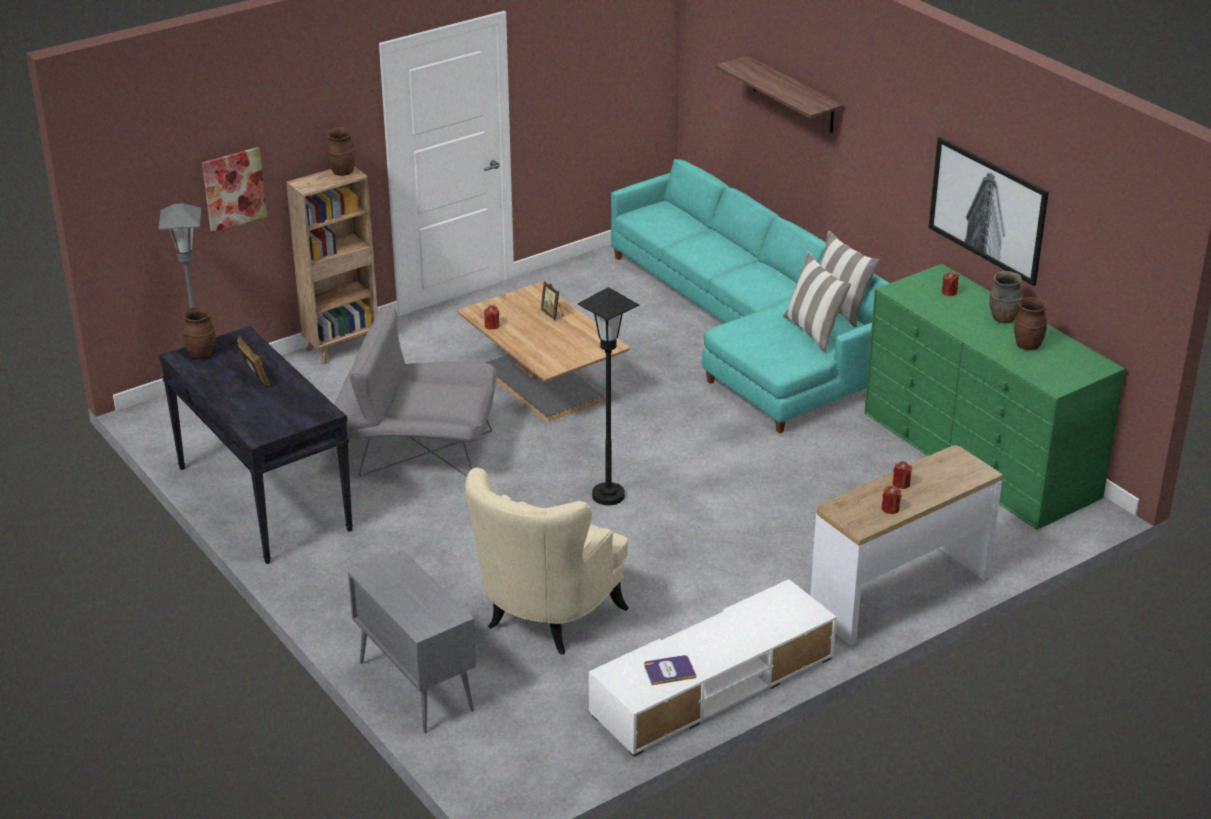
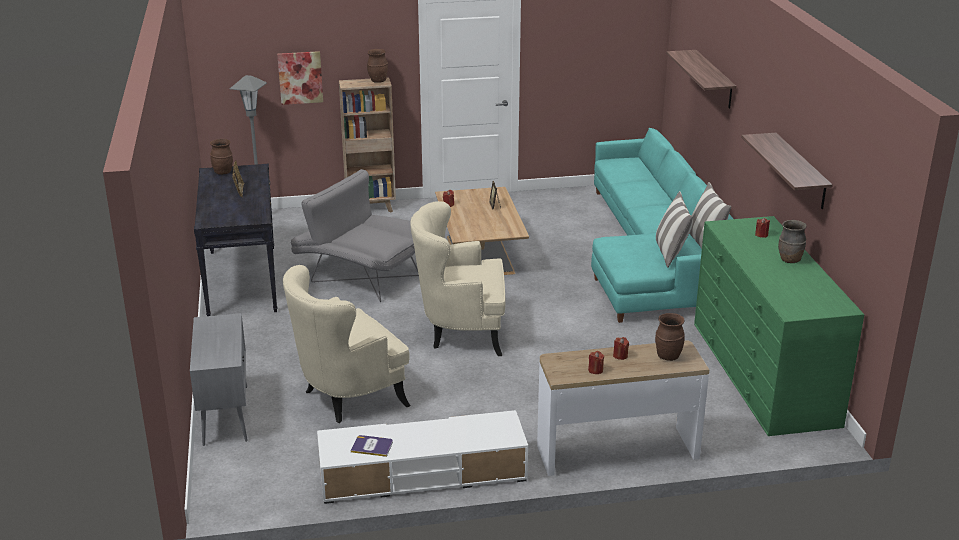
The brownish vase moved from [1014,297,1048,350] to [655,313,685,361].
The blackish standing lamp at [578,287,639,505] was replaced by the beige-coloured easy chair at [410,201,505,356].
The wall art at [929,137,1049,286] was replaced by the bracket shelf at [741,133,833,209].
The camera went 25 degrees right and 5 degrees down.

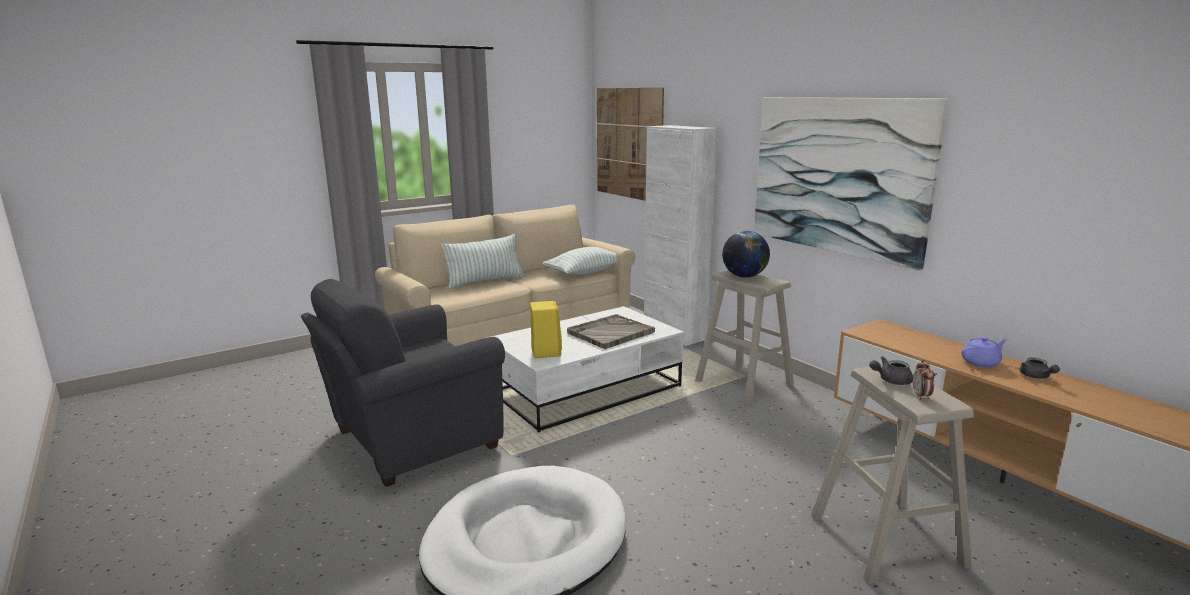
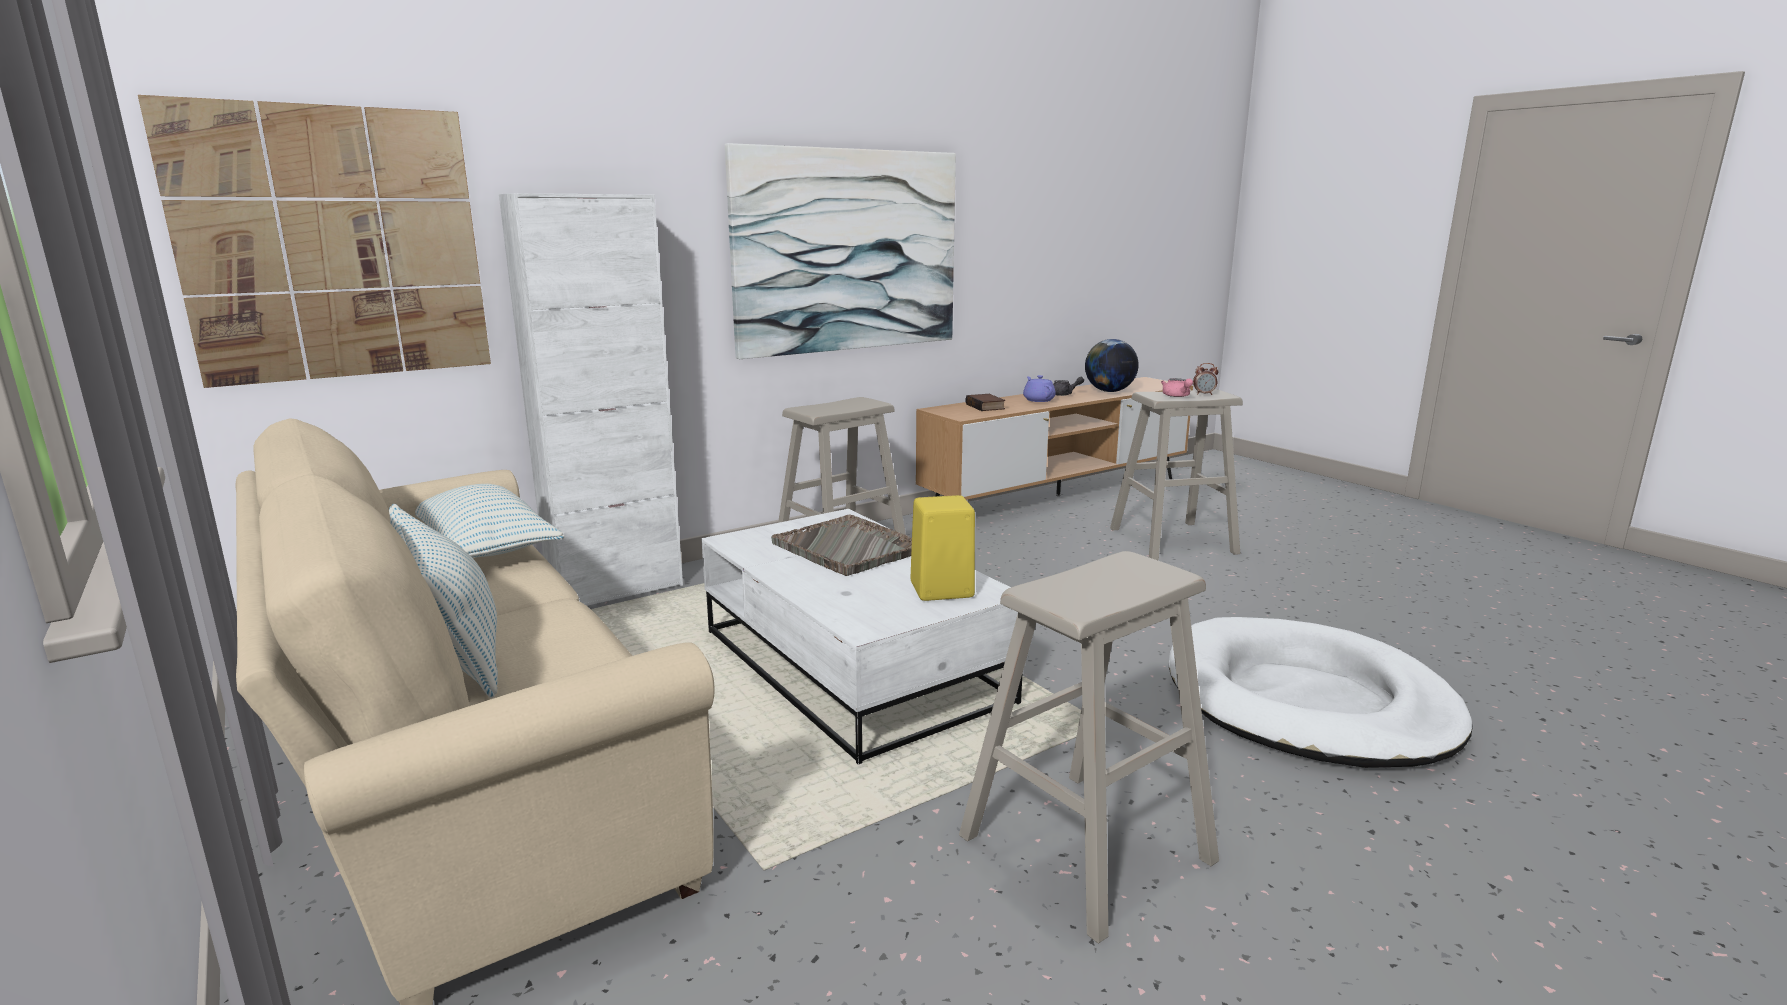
The volume at [966,394,1005,411] appeared.
The globe moved from [722,231,770,278] to [1085,339,1139,392].
The grey easy chair at [301,279,505,487] was replaced by the beige-coloured sitting stool at [959,551,1219,944].
The grey teapot at [869,356,913,385] became the pink-coloured teapot at [1161,378,1193,397].
The camera went 90 degrees left and 0 degrees up.

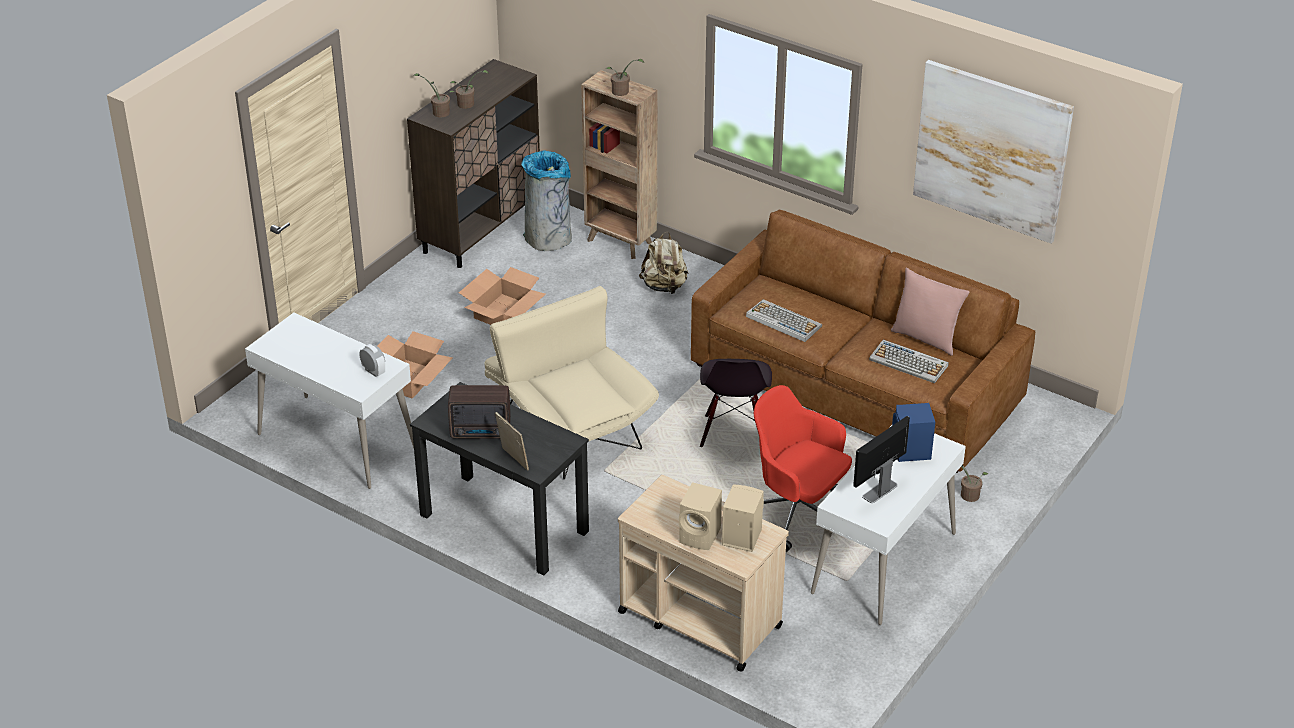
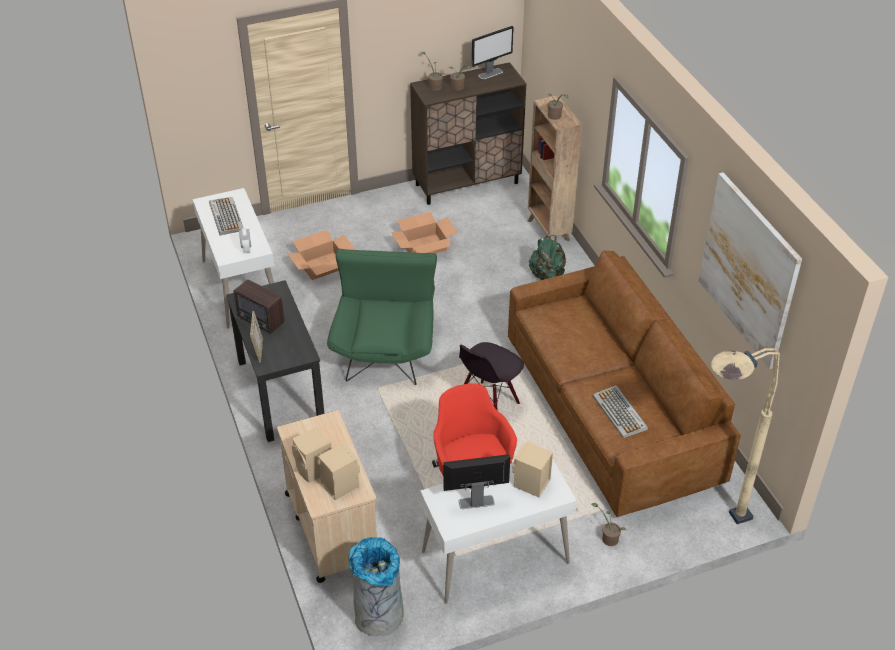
The pink-coloured cushion at [891,268,970,356] disappeared.
The computer display at [472,26,514,79] appeared.
The beige-coloured standing lamp at [711,348,780,524] appeared.
The grey waste bin moved from [521,150,572,251] to [349,537,404,637].
The computer keyboard moved from [746,299,822,342] to [209,197,243,236].
The beige-coloured easy chair at [485,286,659,479] became the greenish easy chair at [327,249,437,385].
The beige-coloured knapsack at [639,232,688,294] became the greenish knapsack at [529,235,566,280].
The bluish loudspeaker at [892,403,935,462] became the beige-coloured loudspeaker at [512,442,553,497].
The camera went 35 degrees right and 5 degrees up.

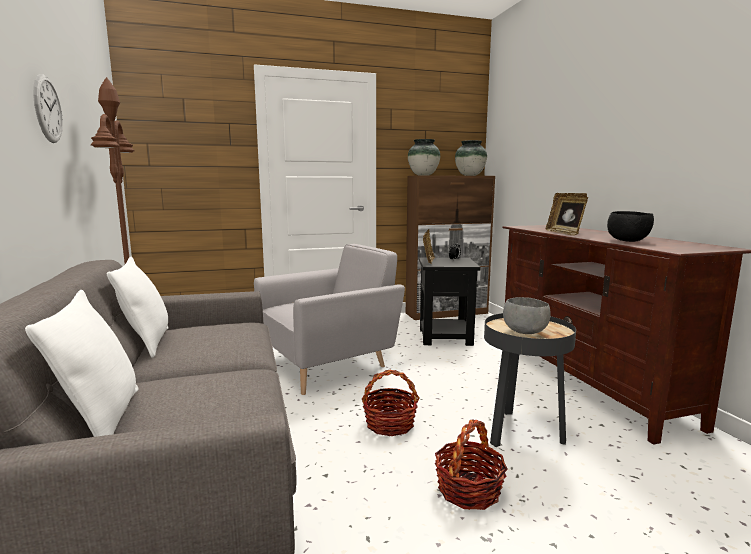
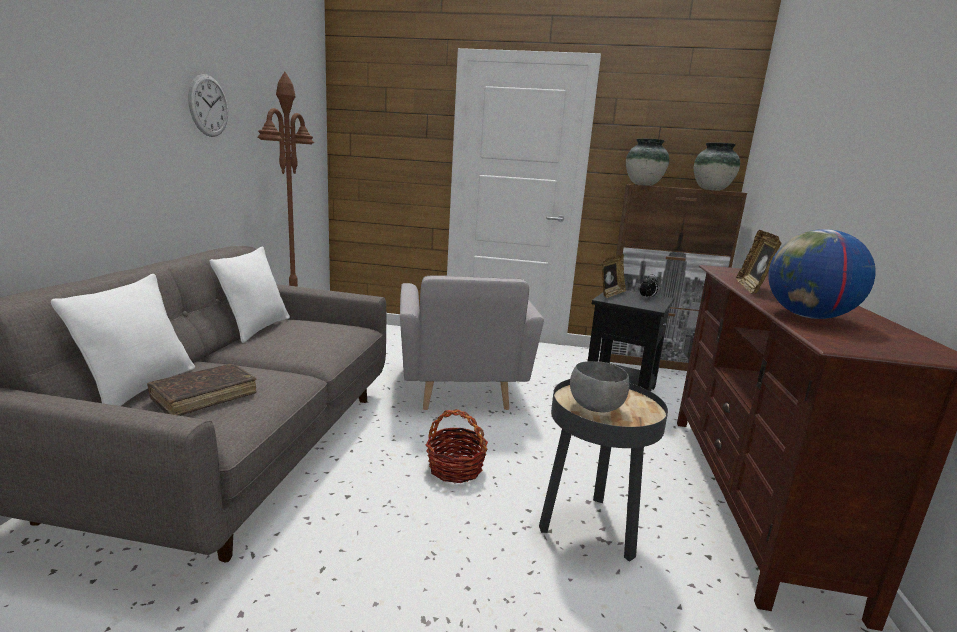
The household basket at [435,420,508,510] disappeared.
The brownish volume at [147,364,257,416] appeared.
The blackish deep dish at [607,211,654,242] was replaced by the globe at [768,229,876,319].
The grey easy chair at [254,244,405,395] turned 90 degrees clockwise.
The camera went 25 degrees right and 5 degrees up.

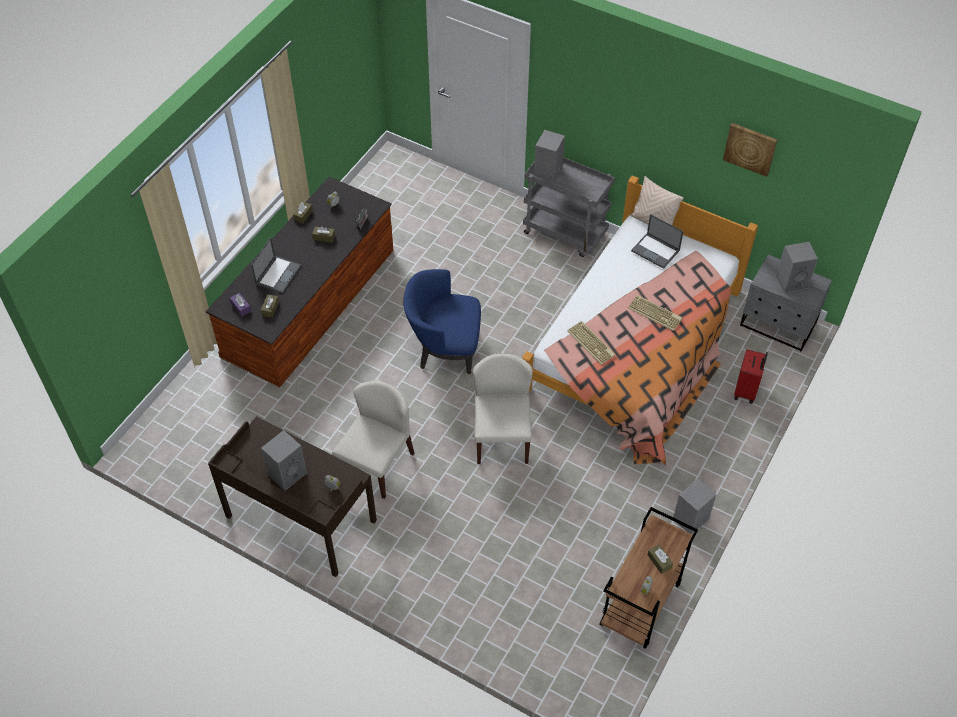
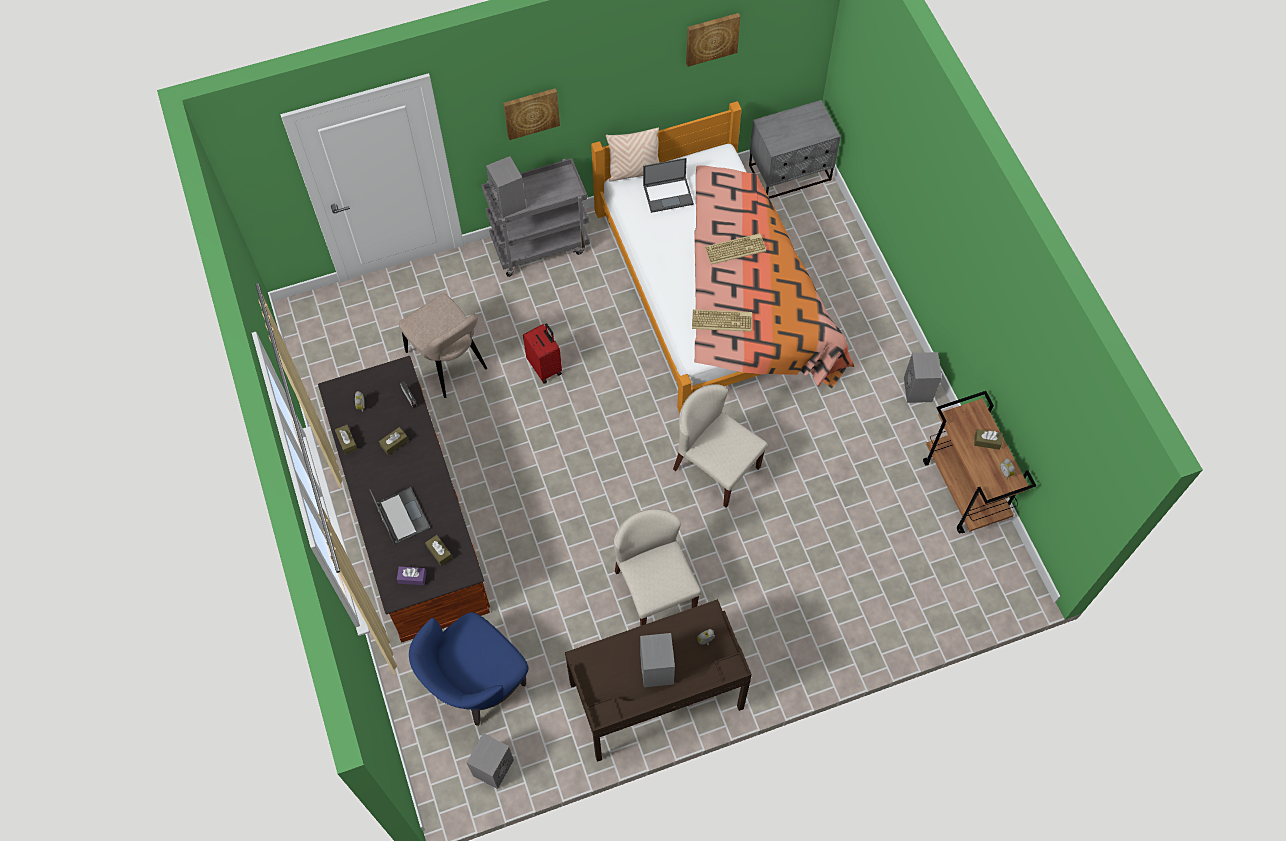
The beige-coloured upright chair at [399,294,487,398] appeared.
The wall art at [503,88,560,140] appeared.
The bluish easy chair moved from [403,269,481,374] to [409,612,528,726].
The red travel case moved from [734,350,768,404] to [523,323,562,383].
The grey loudspeaker moved from [776,242,818,293] to [467,733,514,789].
The camera went 50 degrees left and 10 degrees up.

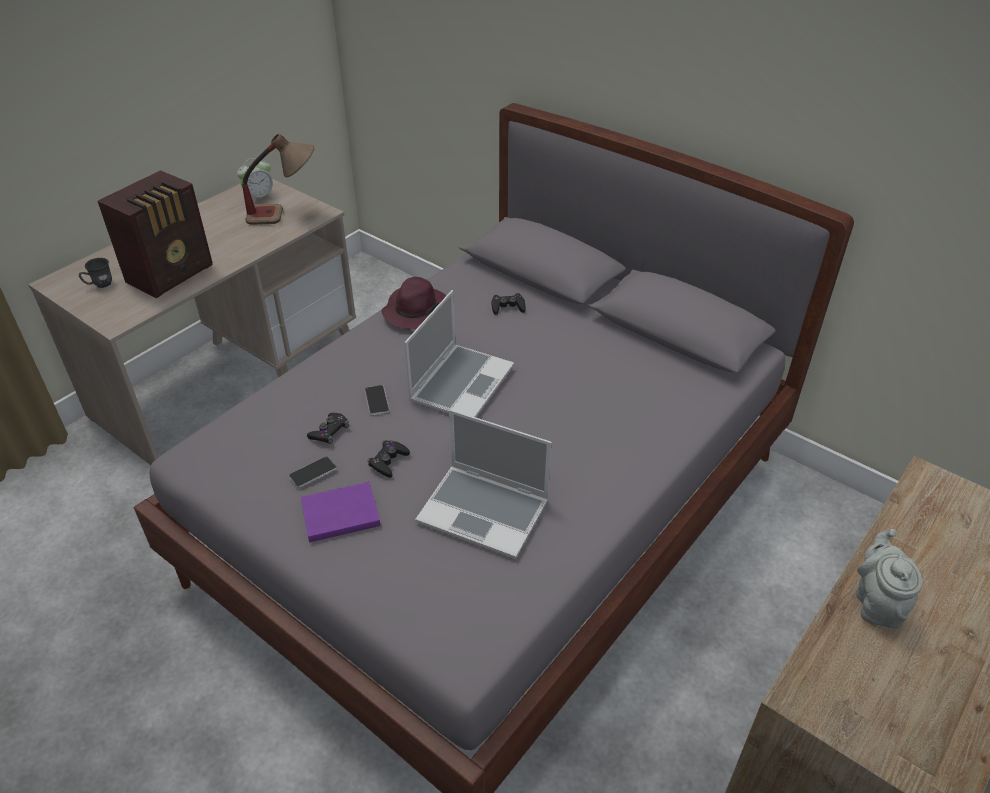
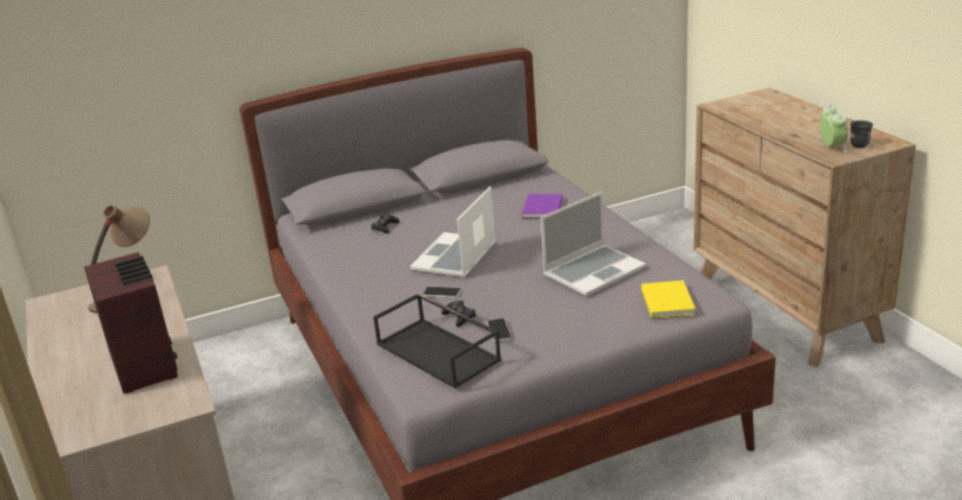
The blackish joypad at [368,440,410,478] disappeared.
The purplish hat at [382,277,446,330] disappeared.
The grey teapot at [856,529,922,628] disappeared.
The blackish tray at [373,293,501,388] appeared.
The yellow volume at [641,280,696,318] appeared.
The grey tea mug moved from [79,258,112,288] to [850,120,873,148].
The alarm clock moved from [237,158,276,204] to [820,104,848,153].
The purplish volume moved from [301,482,381,542] to [522,194,563,219].
The notebook computer at [404,290,514,417] turned 120 degrees counterclockwise.
The camera went 60 degrees left and 15 degrees down.

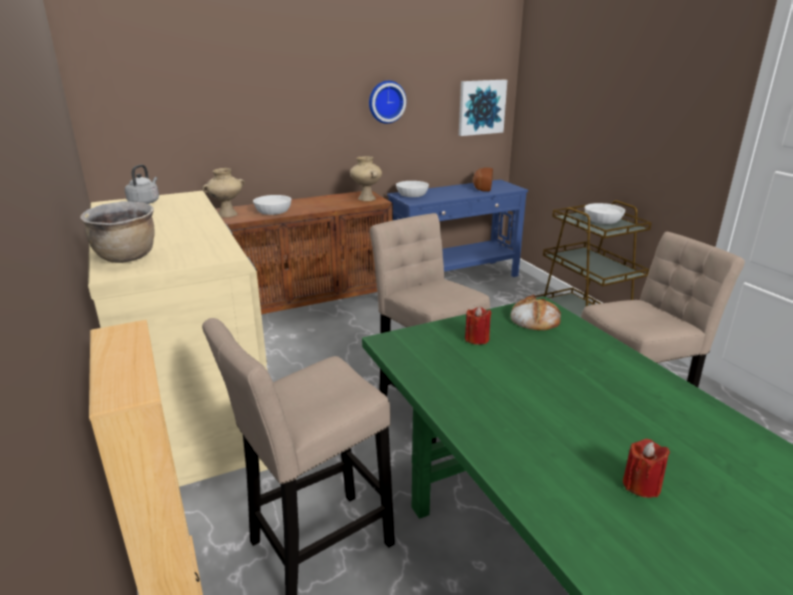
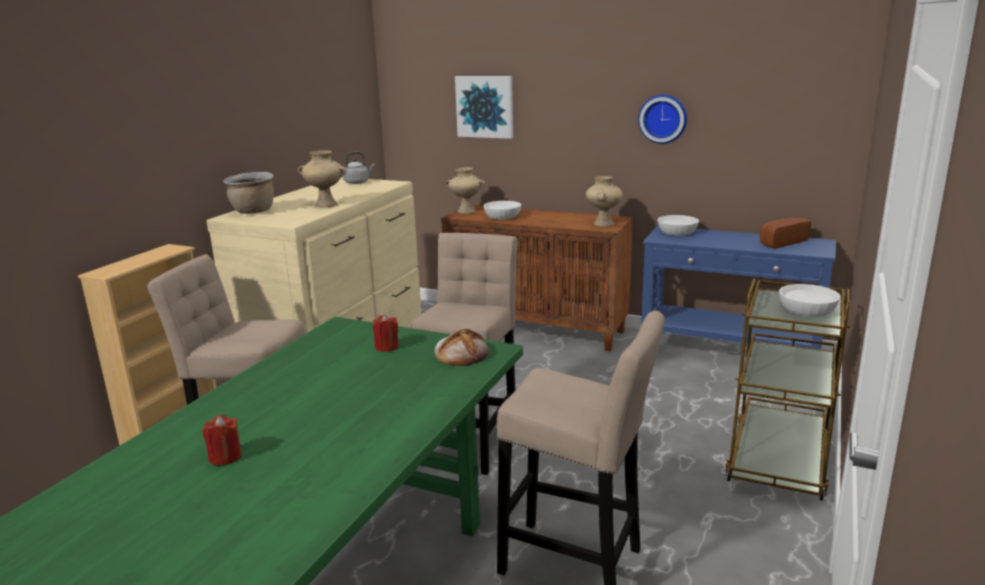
The beige-coloured vase at [298,150,347,208] appeared.
The wall art moved from [459,79,507,136] to [455,76,513,139].
The camera went 50 degrees right and 5 degrees down.

